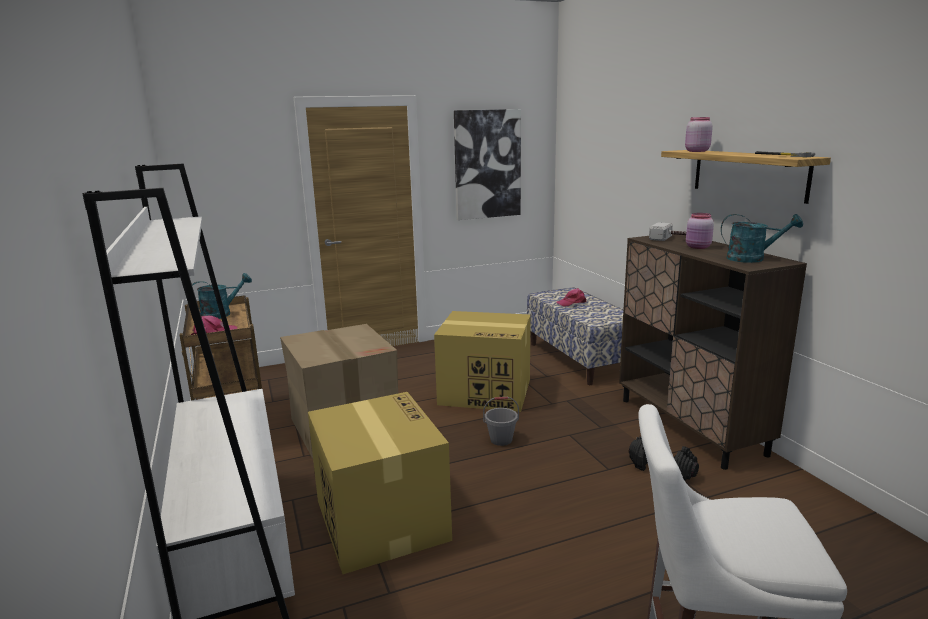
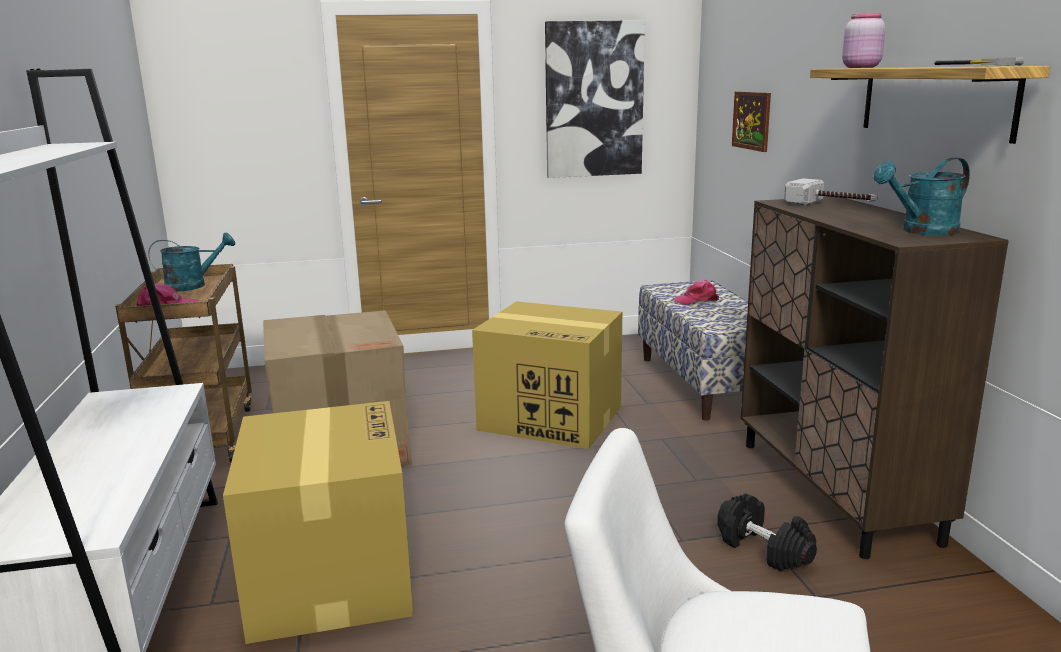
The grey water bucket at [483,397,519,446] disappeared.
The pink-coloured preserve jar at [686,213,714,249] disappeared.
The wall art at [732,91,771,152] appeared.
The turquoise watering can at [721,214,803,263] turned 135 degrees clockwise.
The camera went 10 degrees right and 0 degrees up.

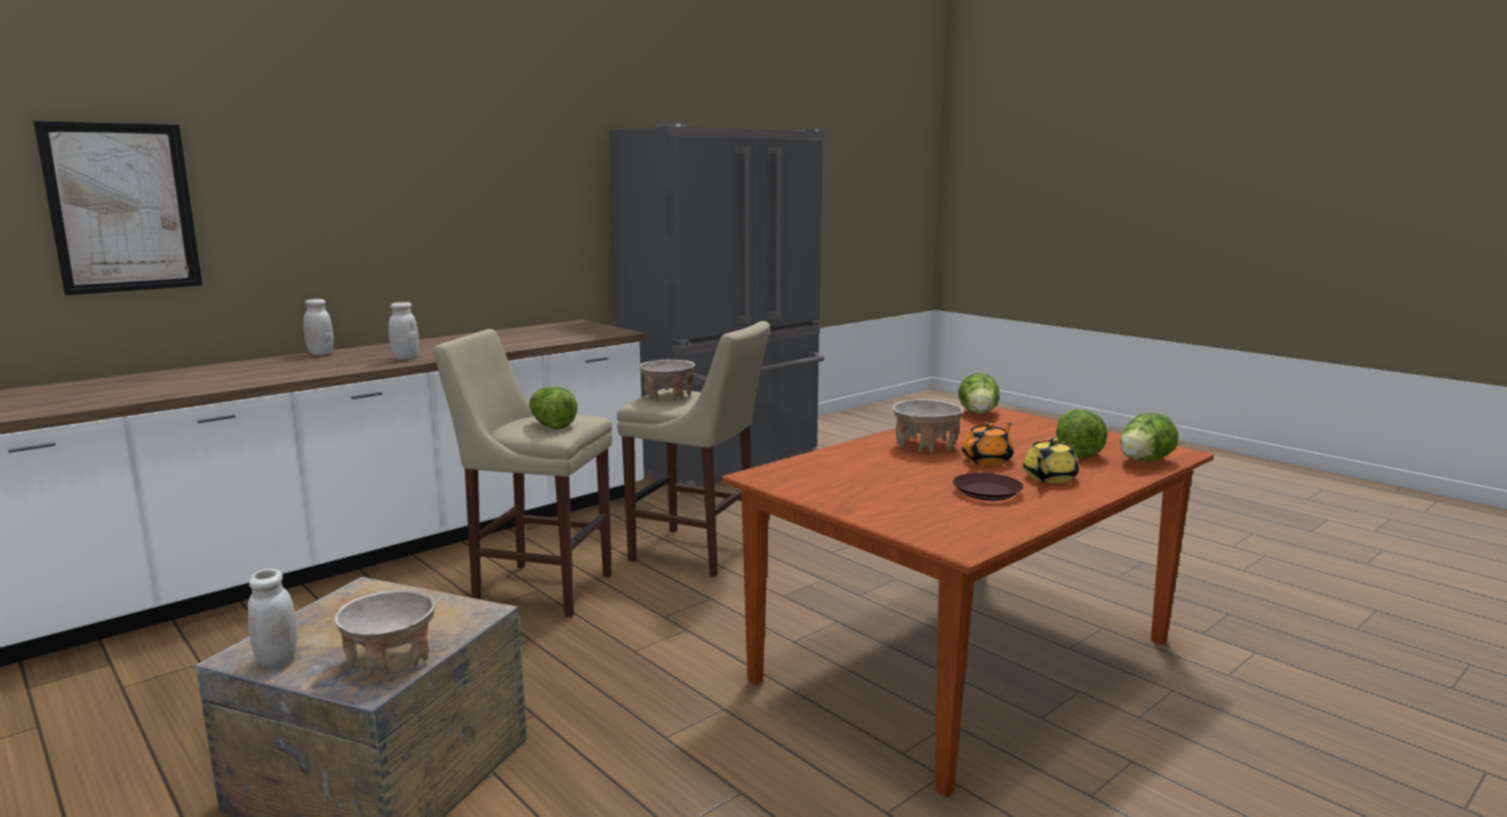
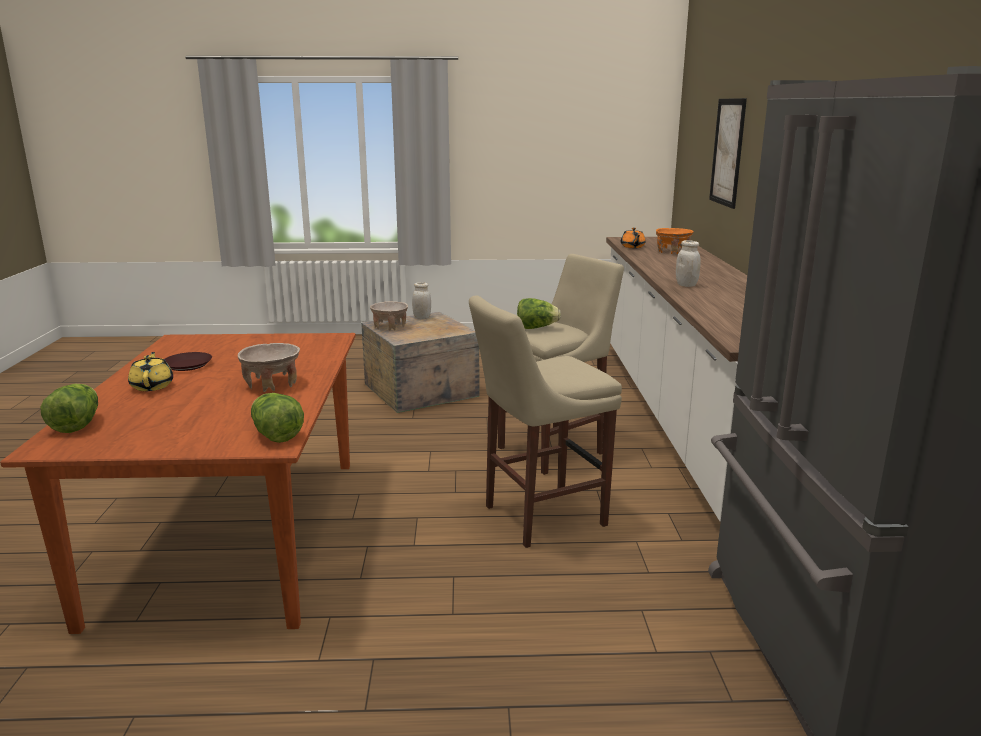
The whitish preserve jar at [303,299,334,355] disappeared.
The beige-coloured deep dish at [639,360,695,401] disappeared.
The lettuce at [1056,409,1108,458] disappeared.
The orangey deep dish at [656,228,694,254] appeared.
The orangey teapot moved from [962,422,1014,465] to [621,228,646,248].
The camera went 130 degrees right and 5 degrees up.

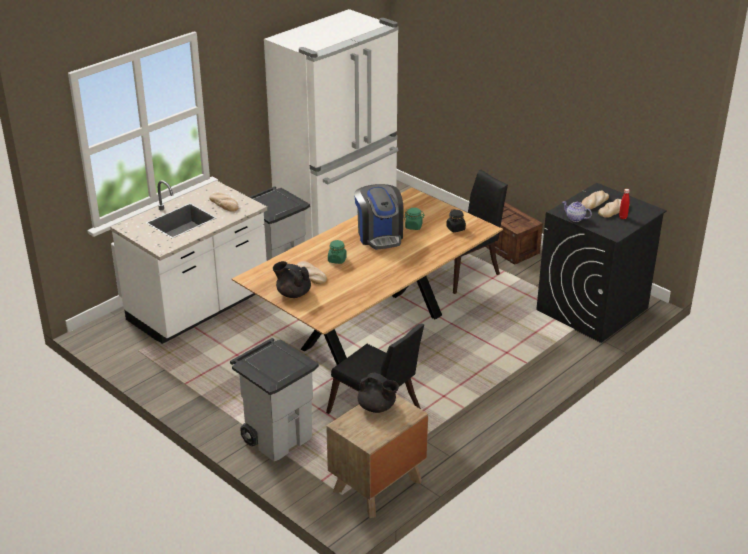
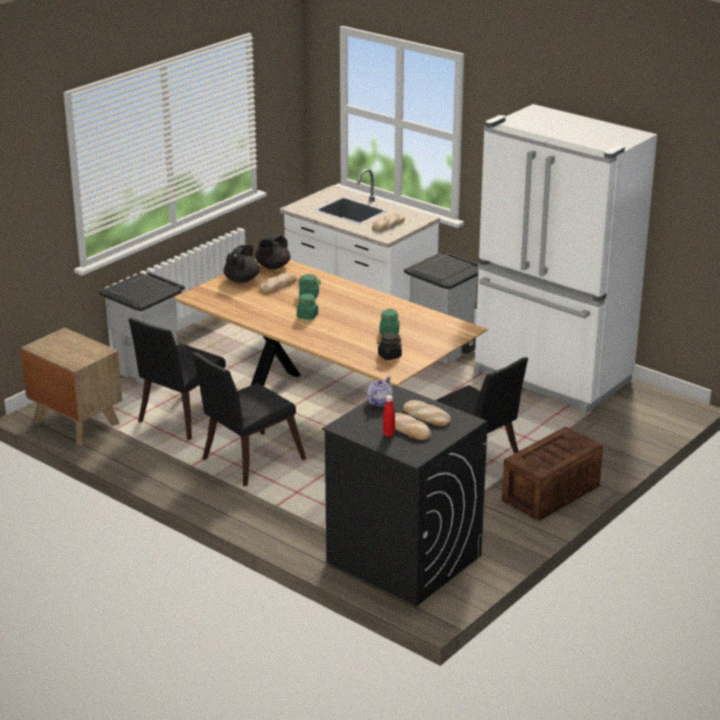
The coffee brewer at [354,184,404,250] disappeared.
The blackish upright chair at [192,352,306,486] appeared.
The greenish preserve jar at [297,293,318,320] appeared.
The blackish teapot moved from [358,372,399,413] to [255,233,290,269].
The camera went 85 degrees right and 5 degrees down.

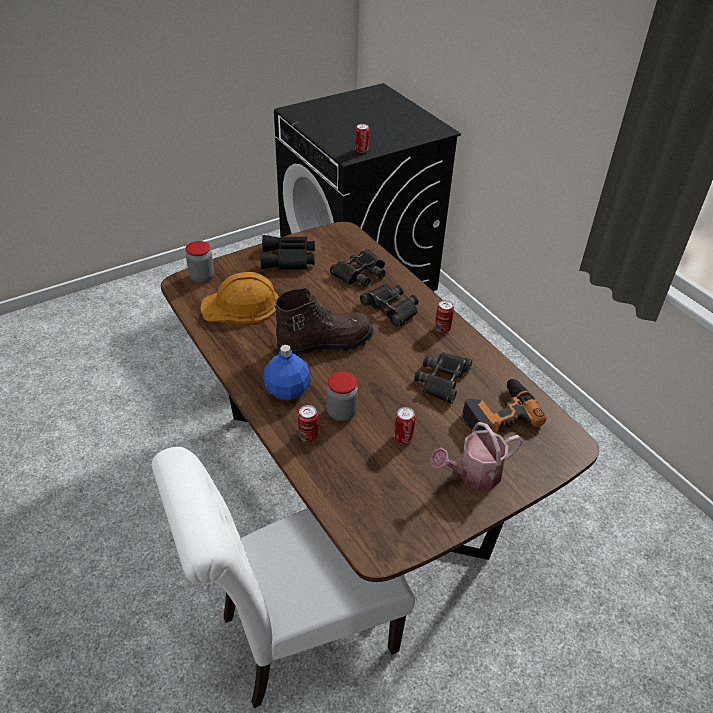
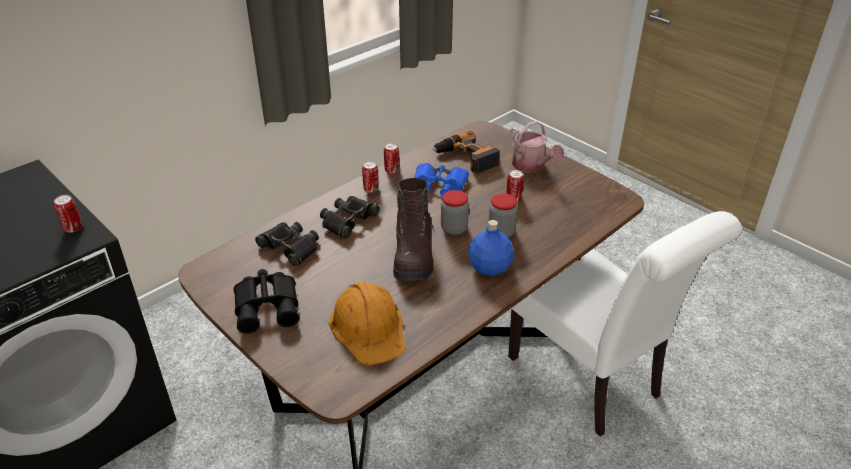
The preserve jar moved from [186,241,214,283] to [441,190,469,235].
The metal can moved from [298,405,318,442] to [384,143,399,174].
The blackish binoculars at [414,352,472,404] became the bluish binoculars at [414,163,469,196].
The brownish high-top boot at [274,287,374,356] turned 150 degrees counterclockwise.
The camera went 100 degrees left and 5 degrees down.

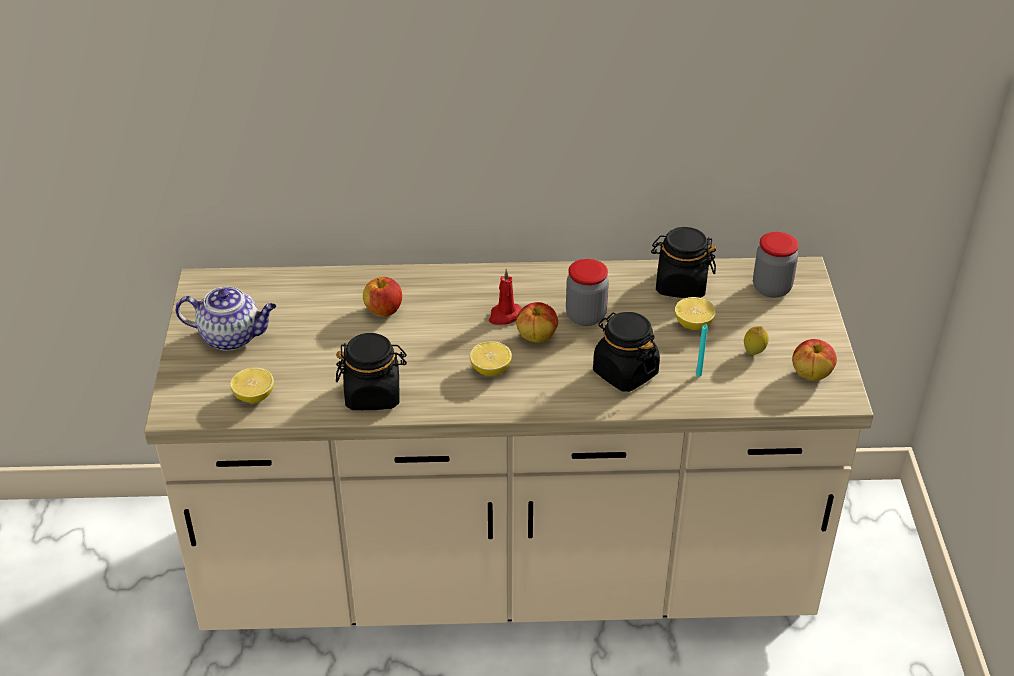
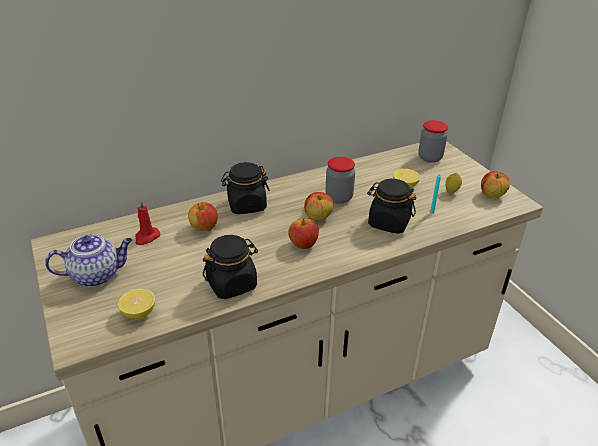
The red candle moved from [489,269,522,325] to [135,200,160,245].
The blackish preserve jar moved from [651,227,716,298] to [221,162,270,214].
The lemon at [470,341,512,376] was replaced by the apple at [288,218,319,249].
The camera went 25 degrees left and 5 degrees down.

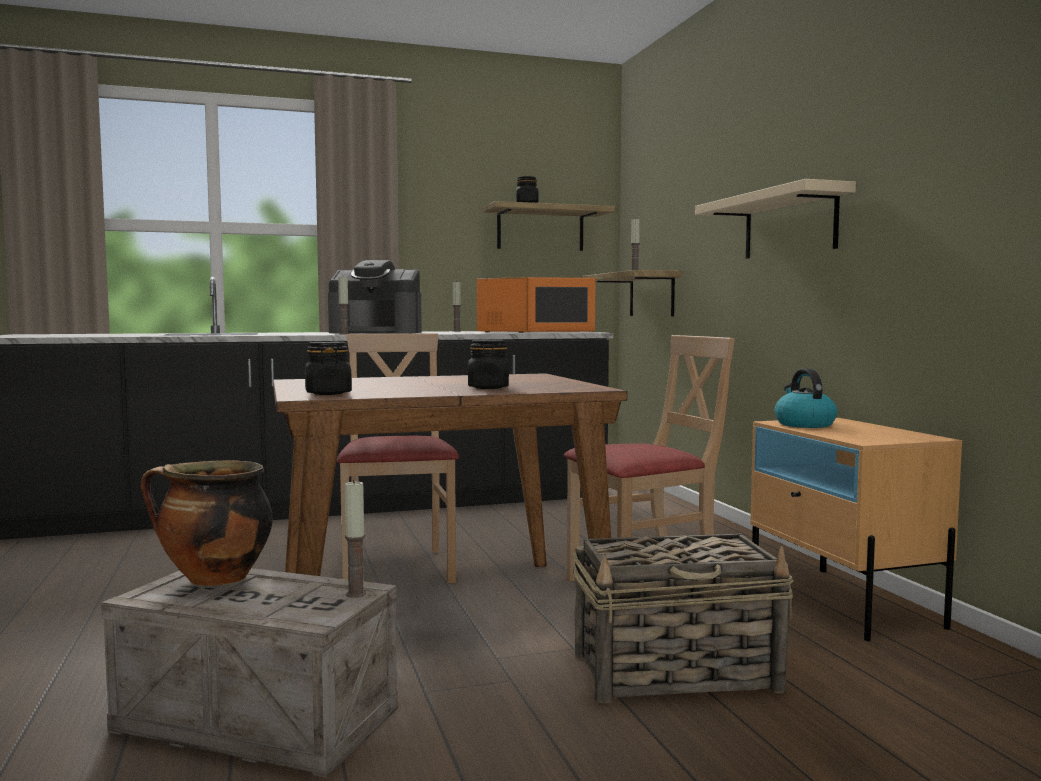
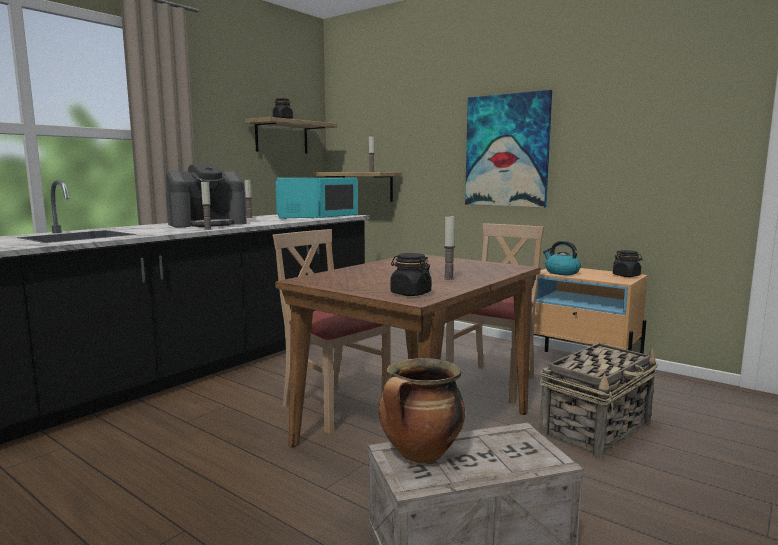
The candle moved from [345,480,366,598] to [443,216,455,280].
The blackish preserve jar moved from [468,340,509,389] to [613,250,643,277].
The beige-coloured bracket shelf at [695,179,856,259] was replaced by the wall art at [465,90,552,208].
The orangey microwave at [477,277,595,333] became the turquoise microwave at [275,177,358,219].
The camera went 35 degrees left and 5 degrees up.

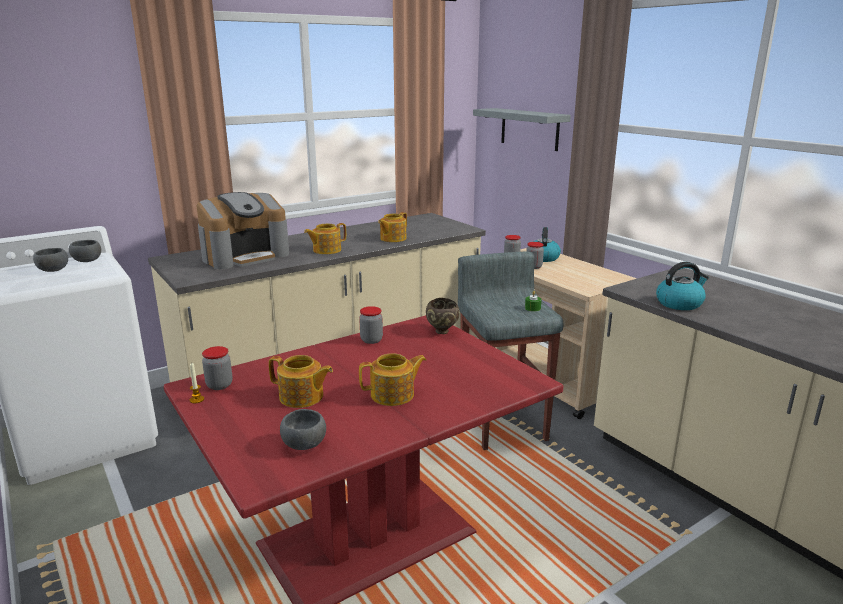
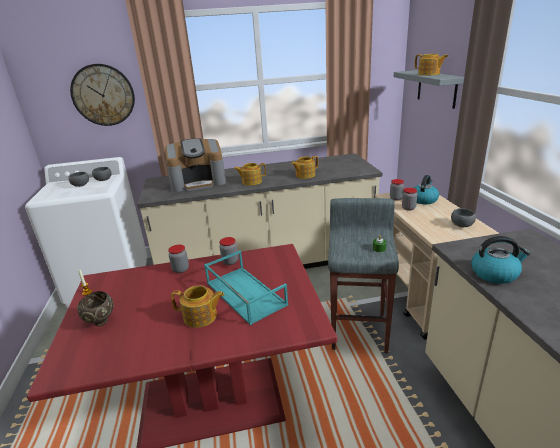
The wall clock at [70,64,135,126] appeared.
The turquoise tray at [204,251,288,325] appeared.
The preserve jar moved from [202,346,233,390] to [168,245,189,273].
The teapot moved from [269,355,333,408] to [415,54,448,76].
The grey deep dish moved from [280,409,326,450] to [451,208,476,227].
The brownish deep dish moved from [426,298,460,334] to [77,291,114,326].
The camera went 25 degrees right and 5 degrees up.

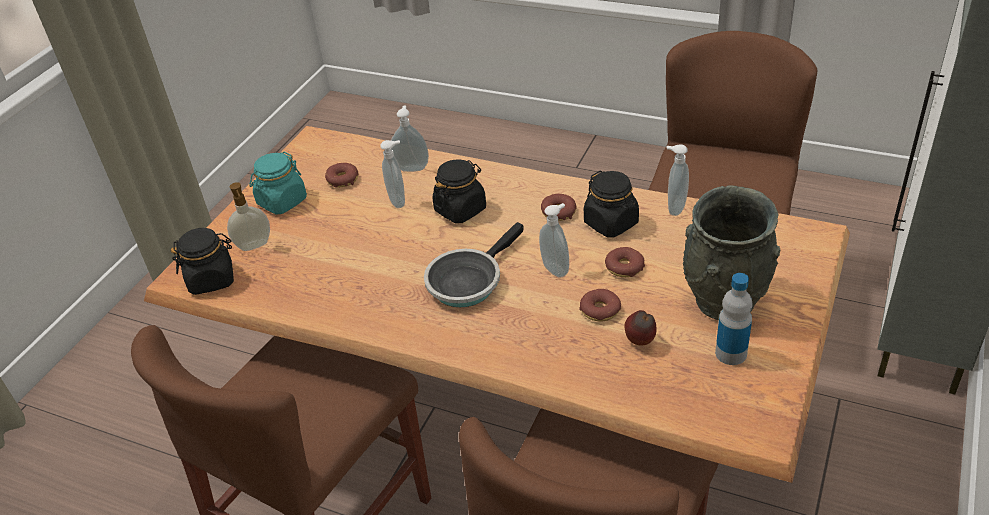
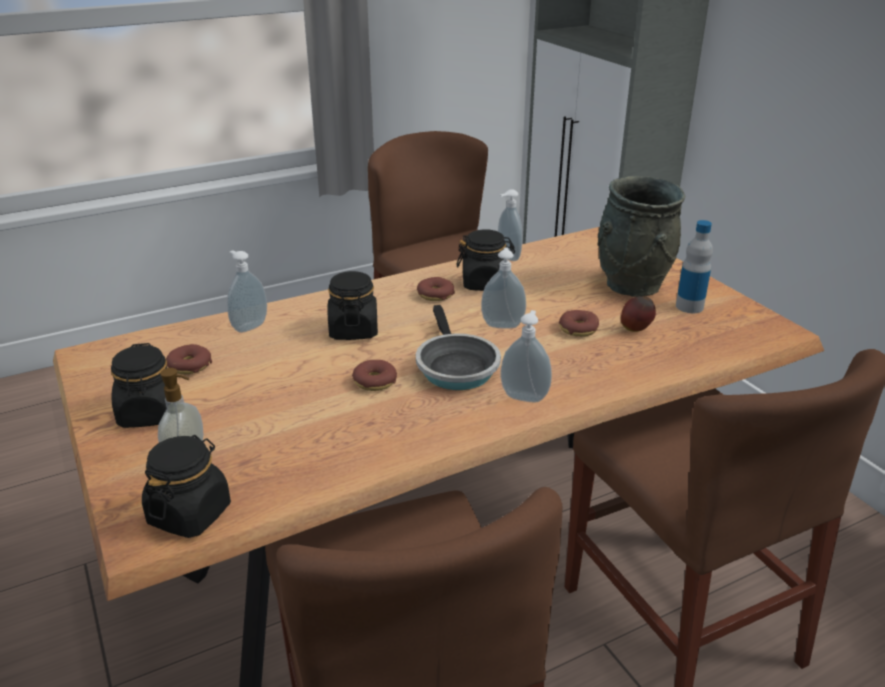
The liquid soap bottle moved from [380,140,405,208] to [501,310,552,402].
The doughnut moved from [605,247,645,277] to [352,360,397,391].
The turquoise preserve jar at [249,152,307,215] became the blackish preserve jar at [111,343,167,428].
The camera went 55 degrees left and 10 degrees down.

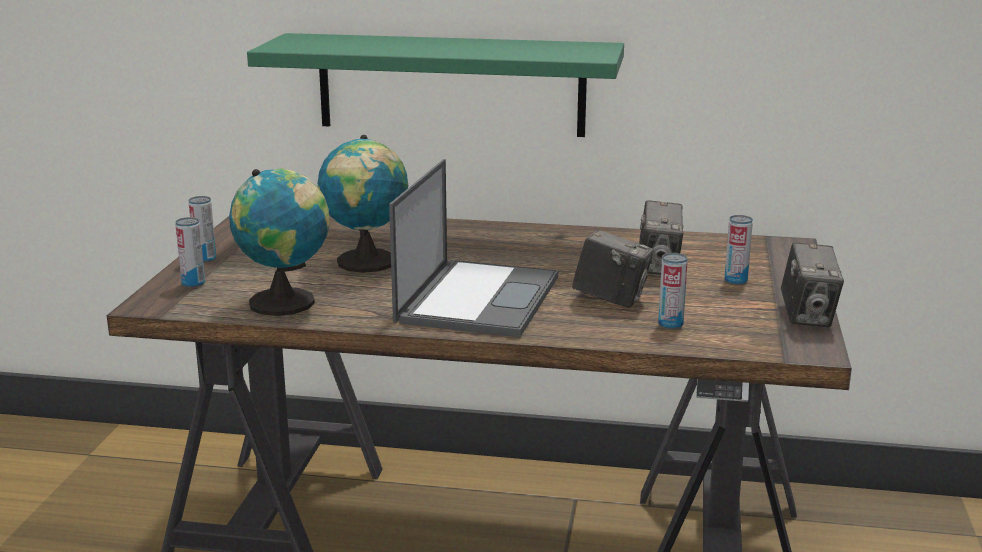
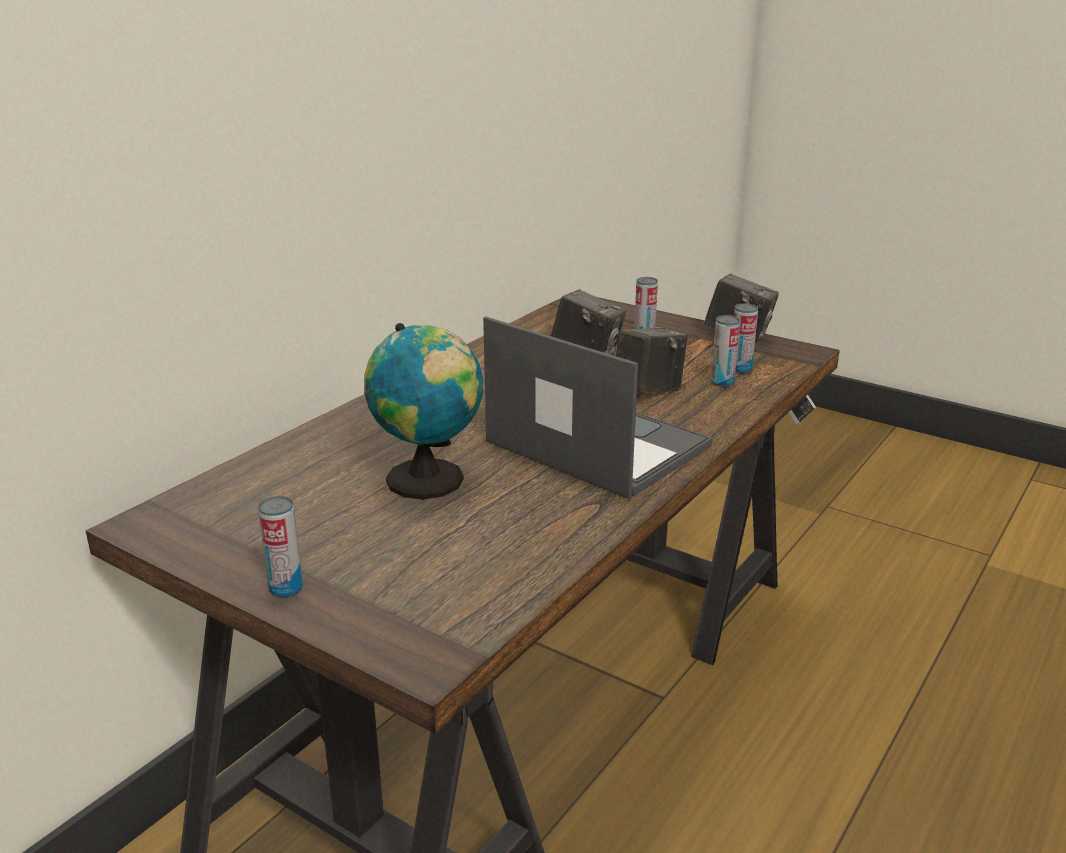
The globe at [229,168,330,316] disappeared.
The greenish bracket shelf at [247,33,624,137] disappeared.
The metal can moved from [175,217,205,288] to [734,303,758,373].
The camera went 65 degrees left and 5 degrees up.

